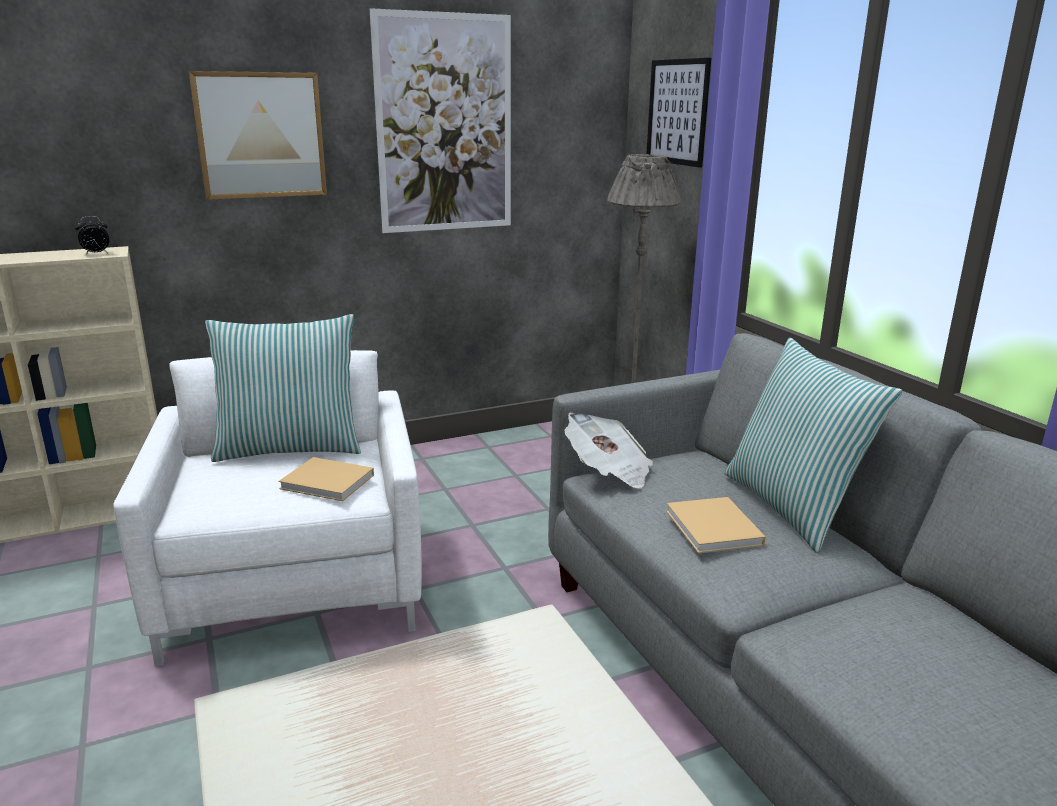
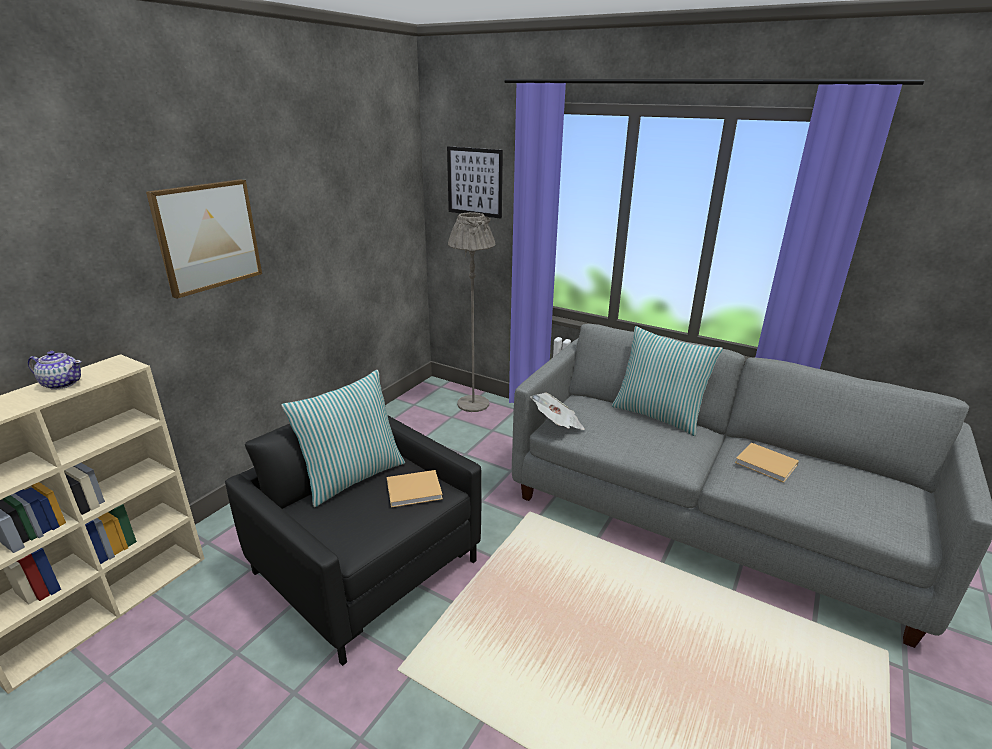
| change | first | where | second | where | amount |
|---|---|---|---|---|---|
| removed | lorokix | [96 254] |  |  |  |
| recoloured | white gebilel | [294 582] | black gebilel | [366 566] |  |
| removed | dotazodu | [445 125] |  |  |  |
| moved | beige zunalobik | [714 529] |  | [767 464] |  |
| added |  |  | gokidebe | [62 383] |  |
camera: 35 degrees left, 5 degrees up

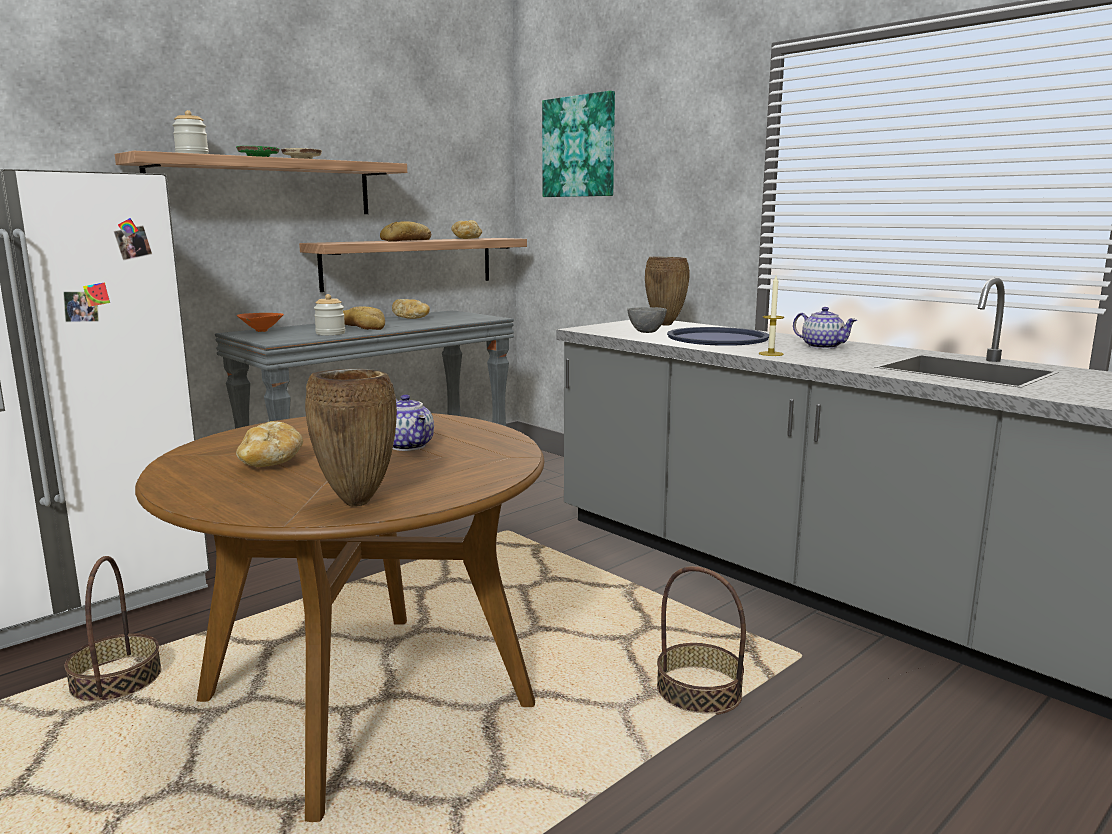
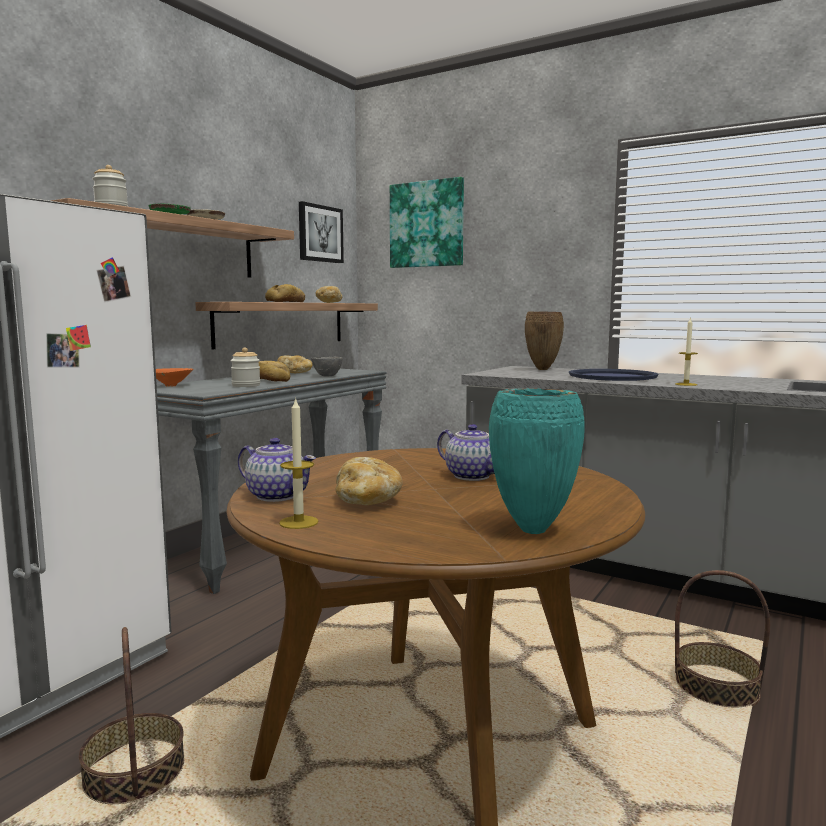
| change | first | where | second | where | amount |
|---|---|---|---|---|---|
| recoloured | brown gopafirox | [358 502] | turquoise gopafirox | [533 530] |  |
| moved | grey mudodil | [646 332] |  | [327 376] |  |
| moved | gokidebe | [822 346] |  | [276 495] |  |
| added |  |  | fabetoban | [298 522] |  |
| added |  |  | dotazodu | [320 233] |  |
camera: 15 degrees left, 5 degrees down

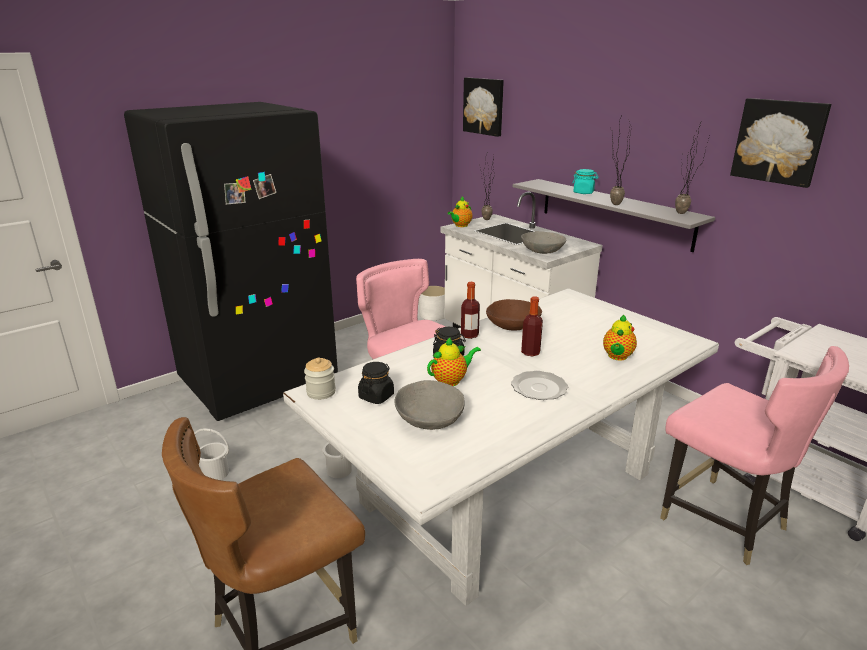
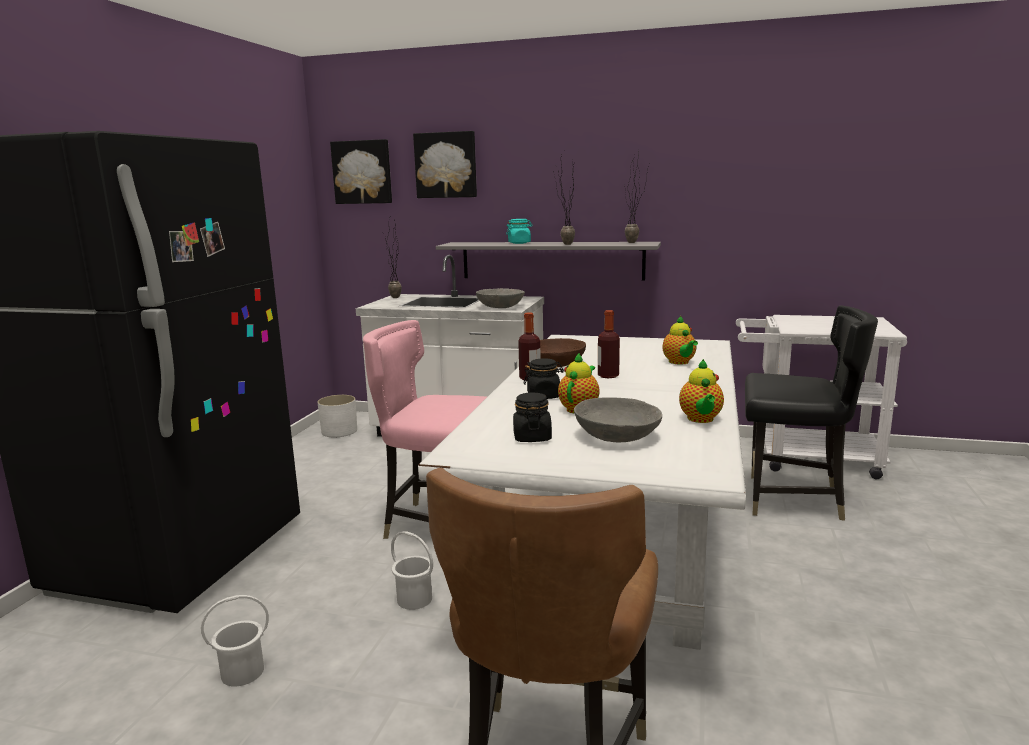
| change | first | where | second | where | amount |
|---|---|---|---|---|---|
| removed | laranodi | [321 392] |  |  |  |
| moved | gokidebe | [460 225] |  | [701 419] |  |
| removed | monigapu | [538 387] |  |  |  |
| recoloured | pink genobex | [723 520] | black genobex | [793 499] |  |
| moved | dotazodu | [779 141] |  | [446 165] |  |
camera: 35 degrees left, 10 degrees down

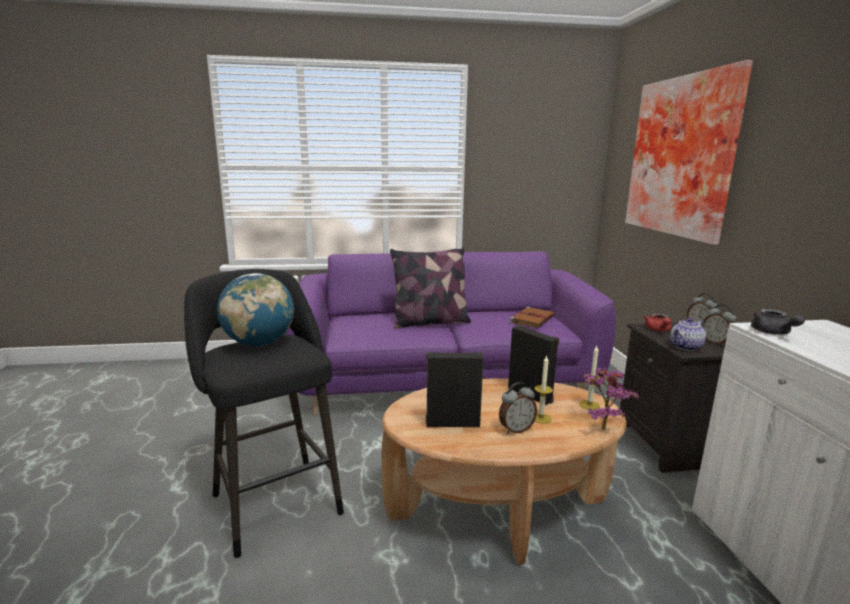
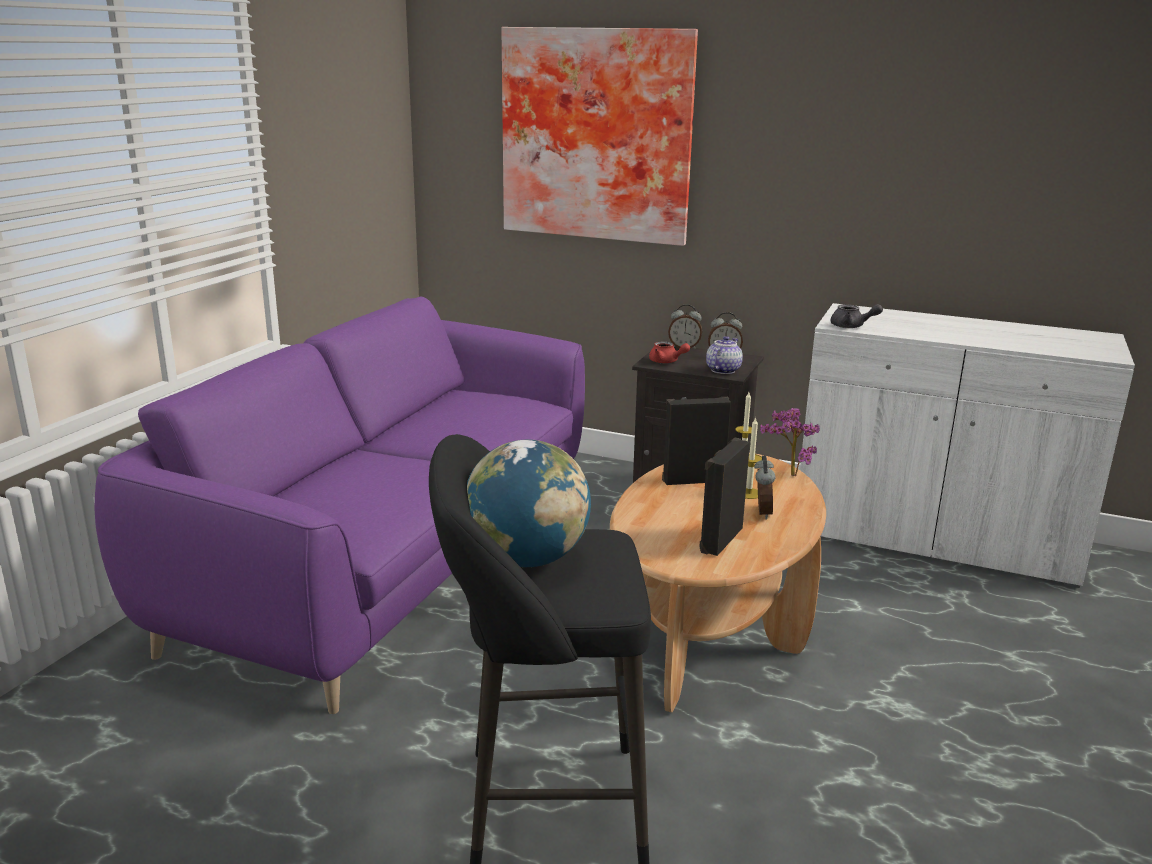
| change | first | where | second | where | amount |
|---|---|---|---|---|---|
| removed | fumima | [430 322] |  |  |  |
| removed | brown zunalobik | [532 319] |  |  |  |
| turned | gokidebe | [686 347] |  | [722 370] | 150 degrees counterclockwise |
camera: 60 degrees left, 5 degrees up

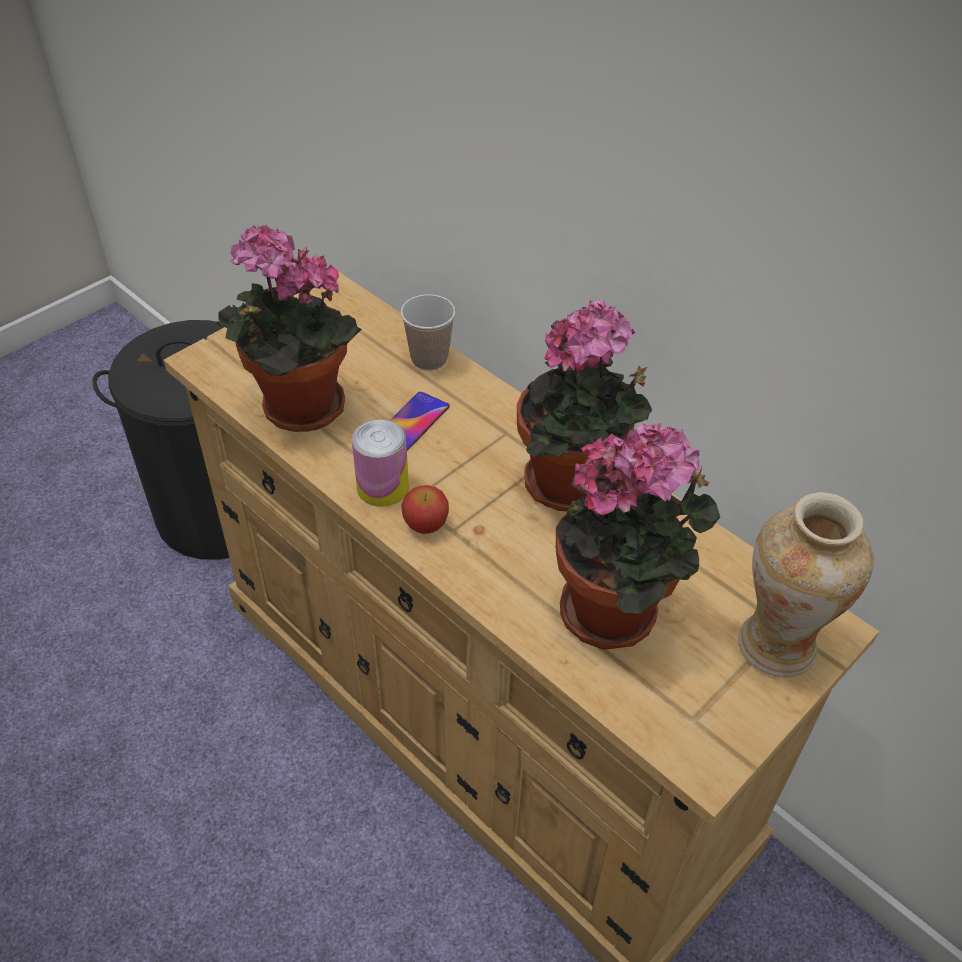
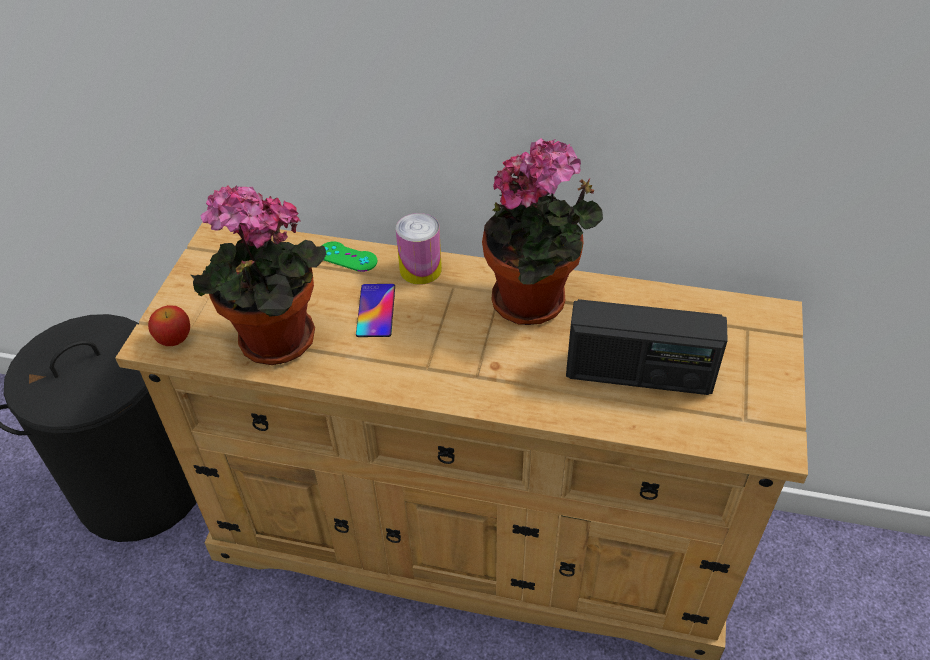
| change | first | where | second | where | amount |
|---|---|---|---|---|---|
| moved | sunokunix | [382 487] |  | [420 269] |  |
| replaced | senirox | [429 359] | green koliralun | [347 257] |  |
| moved | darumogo | [426 525] |  | [175 339] |  |
| replaced | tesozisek | [617 613] | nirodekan | [638 374] |  |
| removed | gopafirox | [777 644] |  |  |  |
camera: 30 degrees left, 0 degrees up

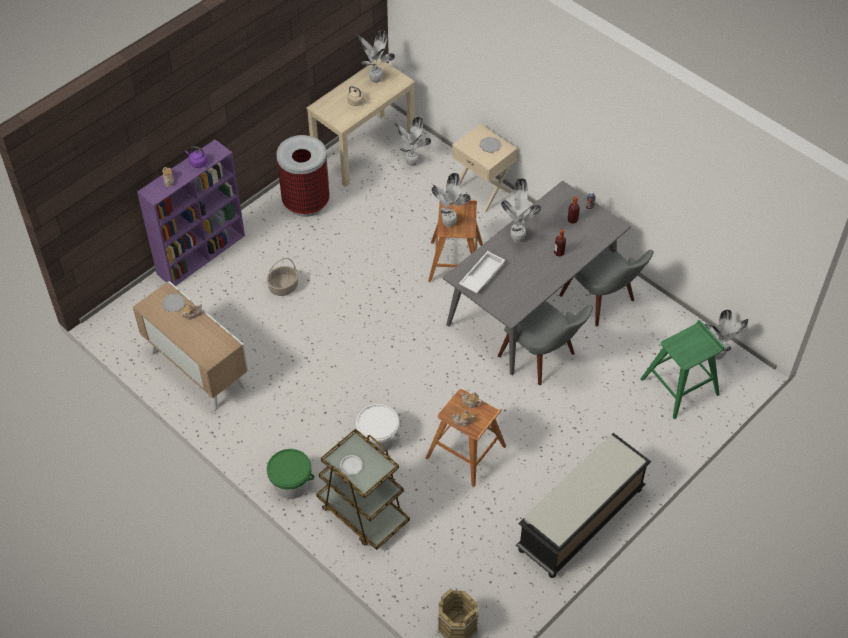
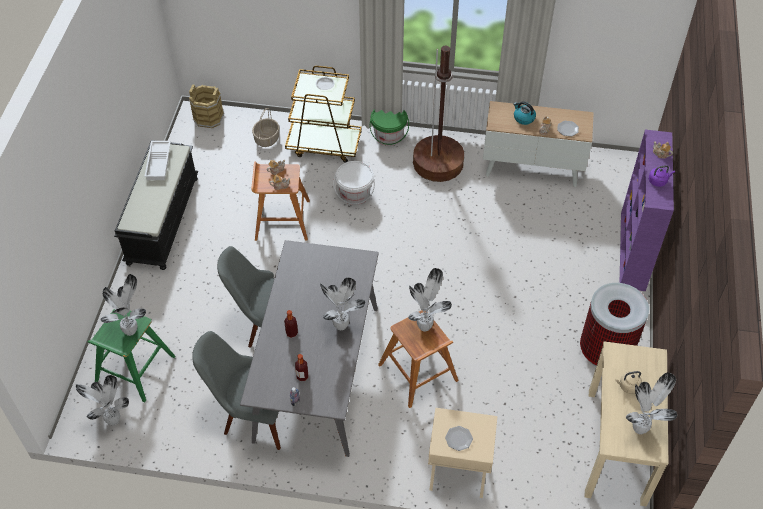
| change | first | where | second | where | amount |
|---|---|---|---|---|---|
| moved | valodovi | [283 287] |  | [266 139] |  |
| moved | tesozisek | [410 163] |  | [131 330] |  |
| moved | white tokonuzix | [481 275] |  | [159 163] |  |
| added |  |  | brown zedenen | [438 163] |  |
| added |  |  | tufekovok | [523 118] |  |
camera: 145 degrees right, 0 degrees up

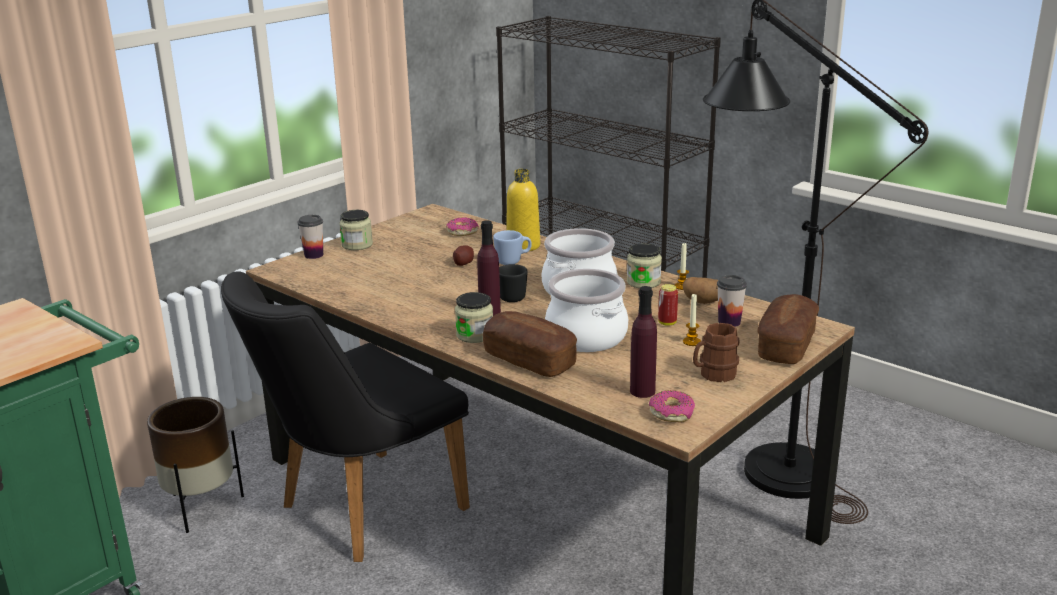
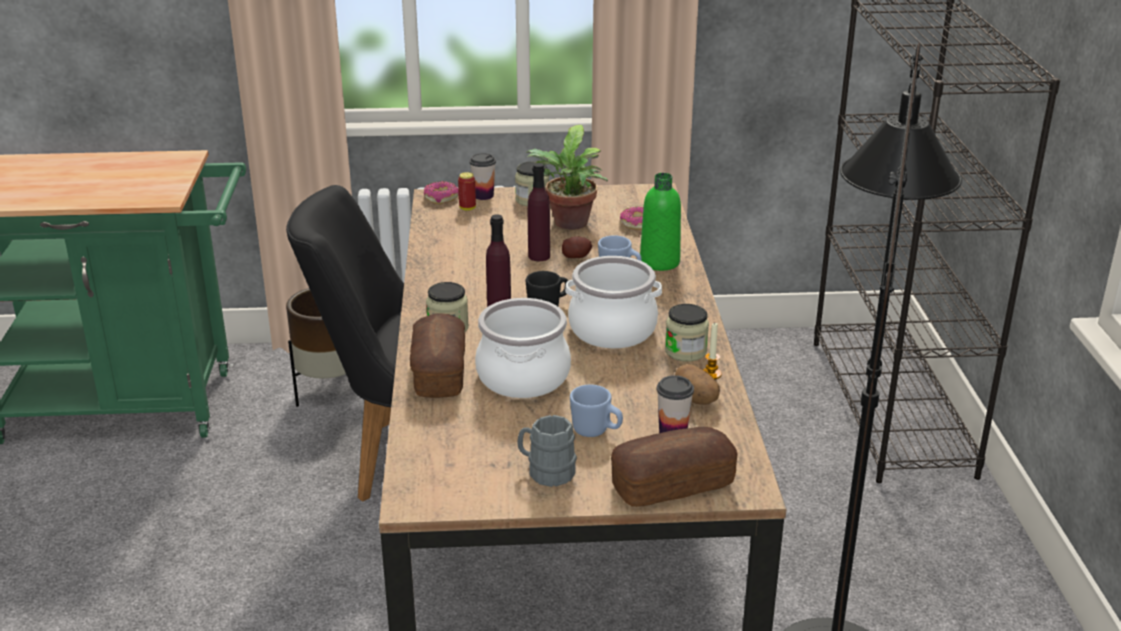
| change | first | where | second | where | amount |
|---|---|---|---|---|---|
| recoloured | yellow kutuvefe | [523 246] | green kutuvefe | [659 262] |  |
| moved | purple kutuvefe | [642 391] |  | [539 256] |  |
| moved | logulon | [671 413] |  | [441 198] |  |
| moved | sunokunix | [667 323] |  | [467 208] |  |
| replaced | fabetoban | [691 342] | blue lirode | [596 432] |  |
| recoloured | brown lirode | [713 374] | grey lirode | [546 472] |  |
| added |  |  | tesozisek | [569 225] |  |
camera: 45 degrees right, 5 degrees up

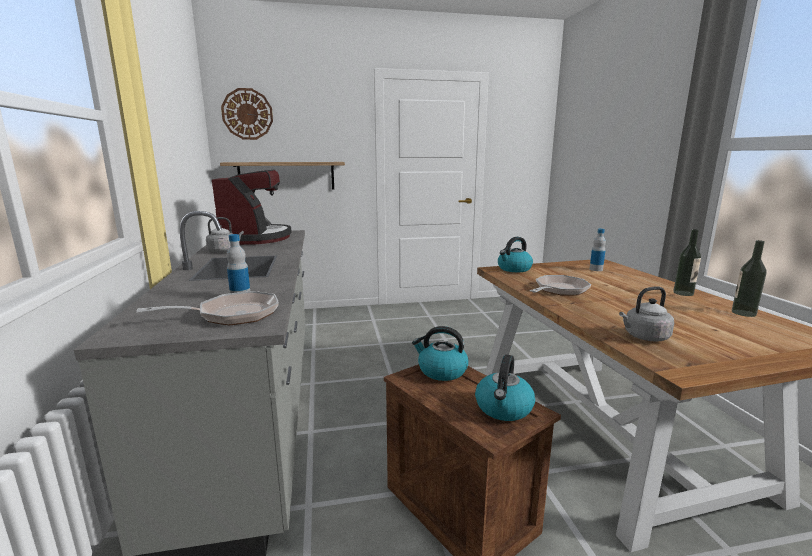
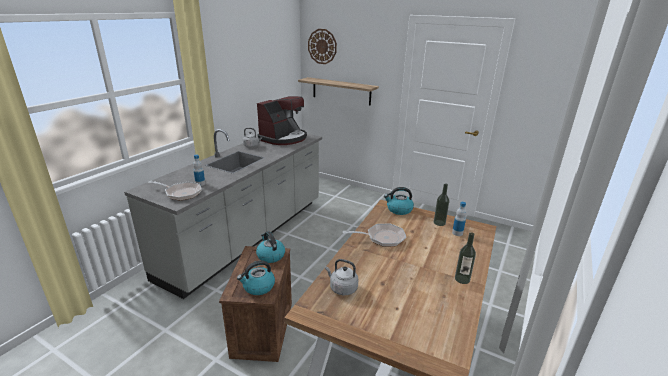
| change | first | where | second | where | amount |
|---|---|---|---|---|---|
| moved | kutuvefe | [743 313] |  | [439 223] |  |
camera: 40 degrees right, 10 degrees up

